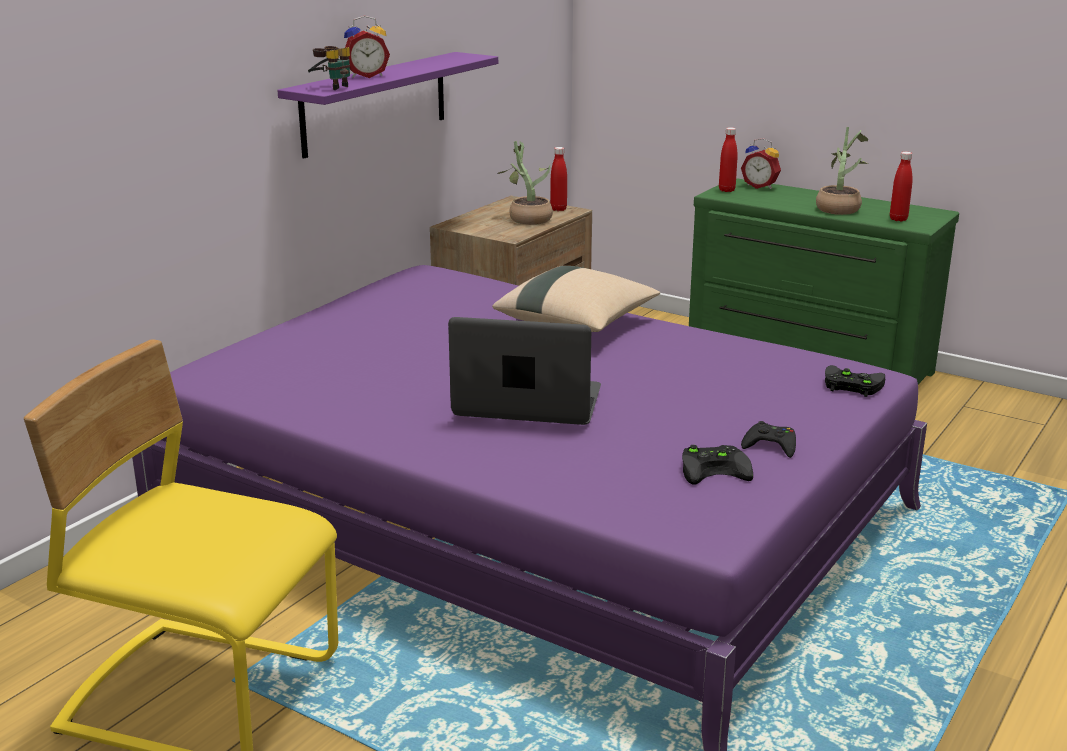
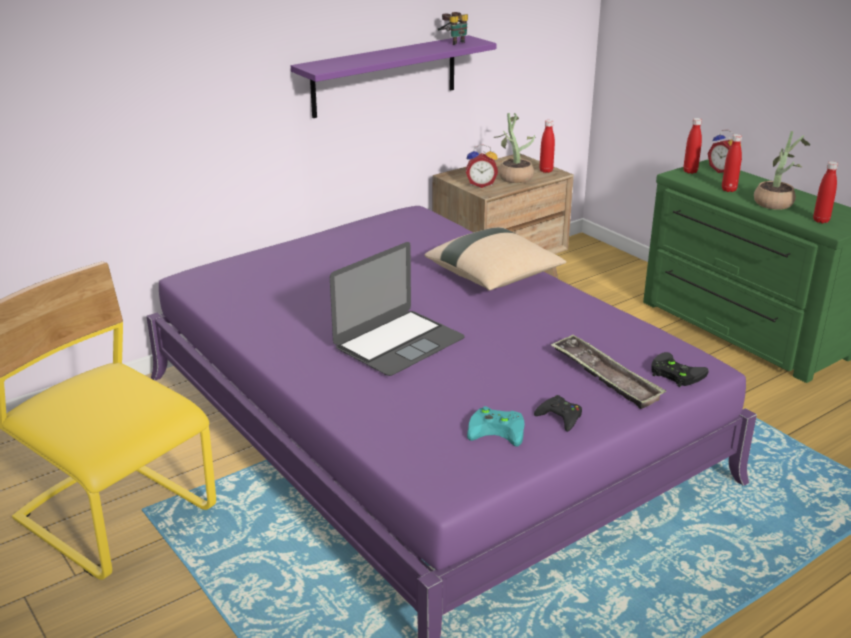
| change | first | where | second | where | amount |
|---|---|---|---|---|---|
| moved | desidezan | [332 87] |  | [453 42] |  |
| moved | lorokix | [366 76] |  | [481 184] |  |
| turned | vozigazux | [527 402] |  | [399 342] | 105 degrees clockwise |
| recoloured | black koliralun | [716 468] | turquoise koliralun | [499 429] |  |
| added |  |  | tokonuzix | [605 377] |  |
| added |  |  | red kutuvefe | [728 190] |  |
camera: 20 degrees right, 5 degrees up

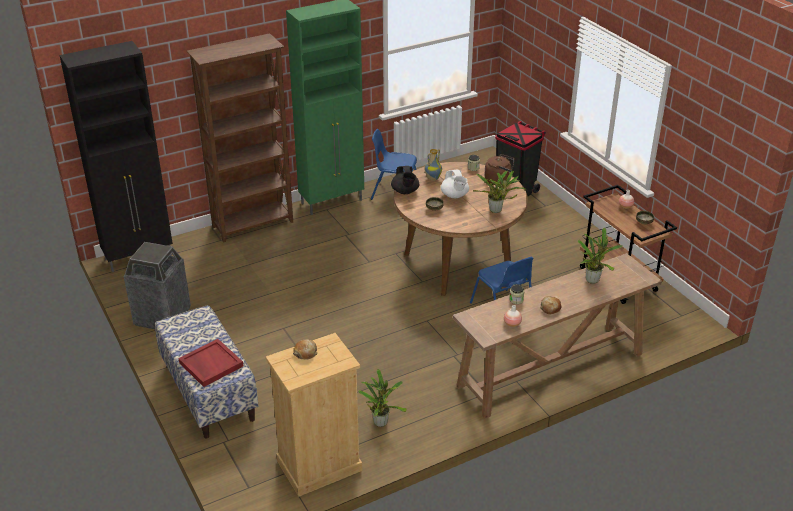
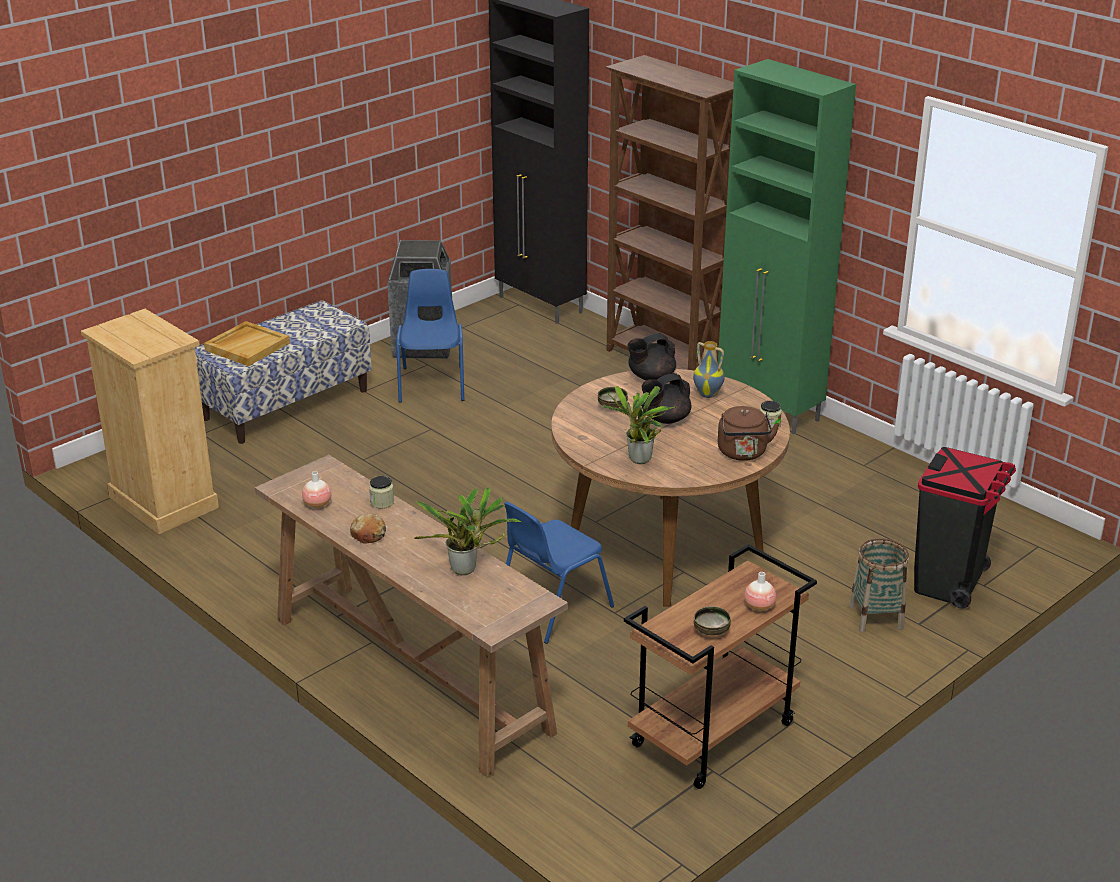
| change | first | where | second | where | amount |
|---|---|---|---|---|---|
| recoloured | red tokonuzix | [210 364] | beige tokonuzix | [247 346] |  |
| removed | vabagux | [305 353] |  |  |  |
| removed | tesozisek | [381 421] |  |  |  |
| moved | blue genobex | [395 192] |  | [432 383] |  |
| recoloured | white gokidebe | [454 195] | black gokidebe | [664 419] |  |
| added |  |  | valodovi | [876 617] |  |
camera: 75 degrees right, 5 degrees down

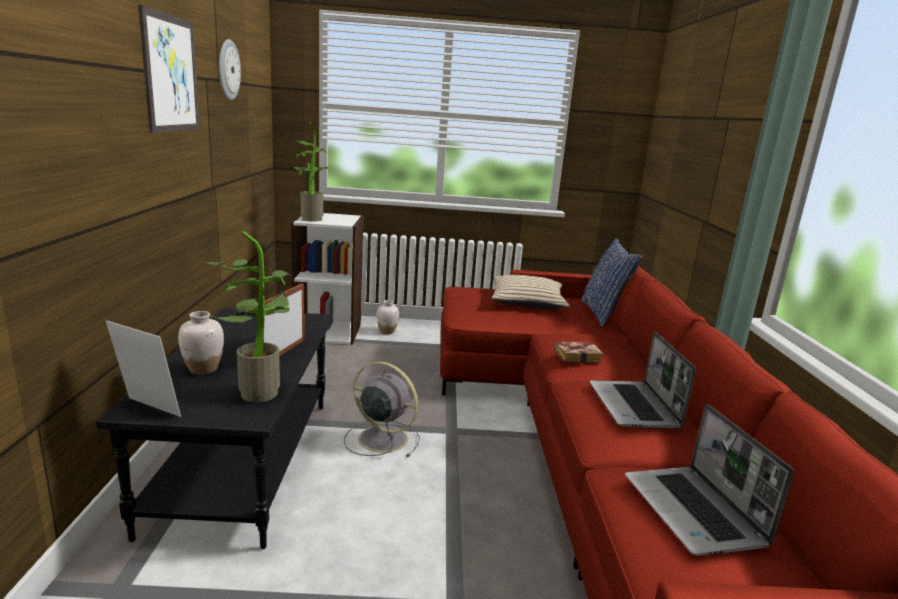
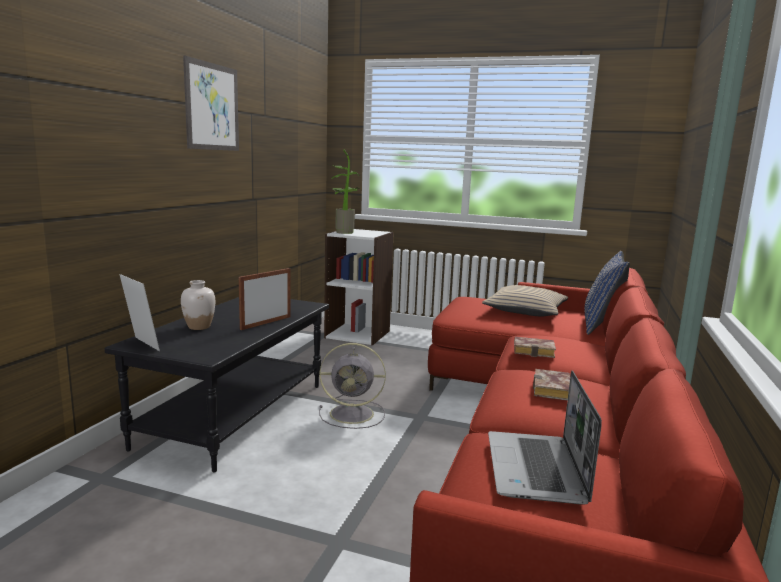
| change | first | where | second | where | amount |
|---|---|---|---|---|---|
| removed | tesozisek | [259 391] |  |  |  |
| removed | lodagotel | [228 70] |  |  |  |
| turned | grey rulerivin | [381 438] |  | [354 414] | 135 degrees clockwise |
| removed | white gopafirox | [387 331] |  |  |  |
| replaced | vozigazux | [634 406] | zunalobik | [553 391] |  |
camera: 20 degrees right, 5 degrees down

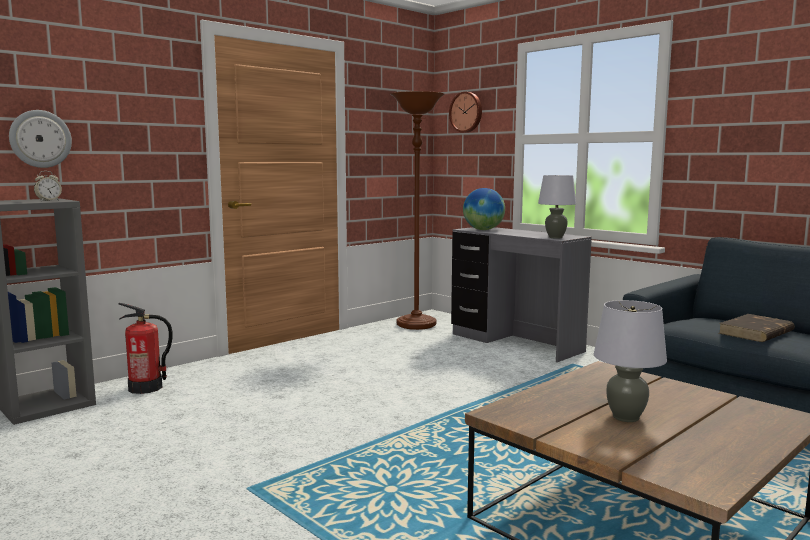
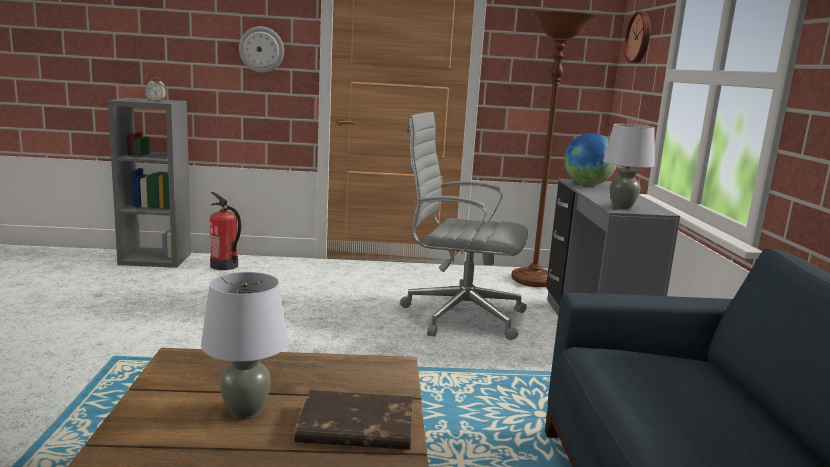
| change | first | where | second | where | amount |
|---|---|---|---|---|---|
| moved | lodagotel | [40 139] |  | [262 49] |  |
| moved | brown zunalobik | [755 332] |  | [355 427] |  |
| added |  |  | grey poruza | [459 315] |  |
camera: 40 degrees right, 5 degrees up

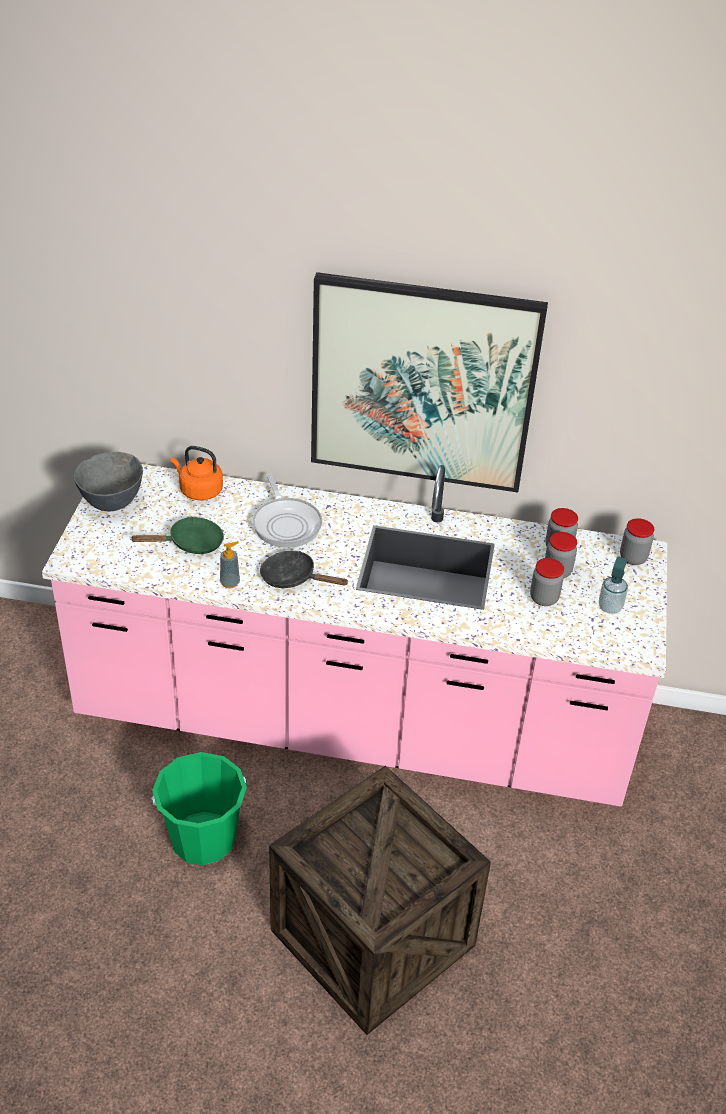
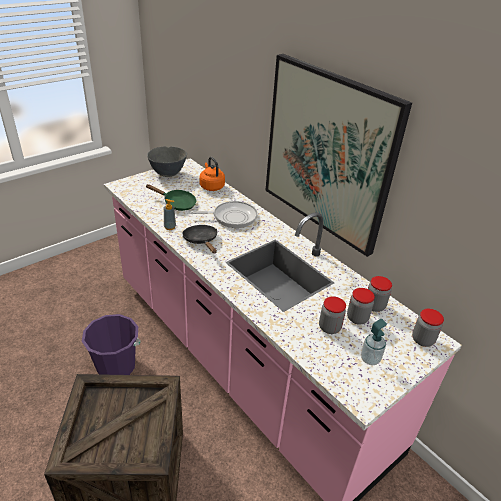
| change | first | where | second | where | amount |
|---|---|---|---|---|---|
| recoloured | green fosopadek | [203 838] | purple fosopadek | [116 366] |  |
| turned | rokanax | [286 523] |  | [232 217] | 120 degrees counterclockwise |
camera: 40 degrees right, 5 degrees down

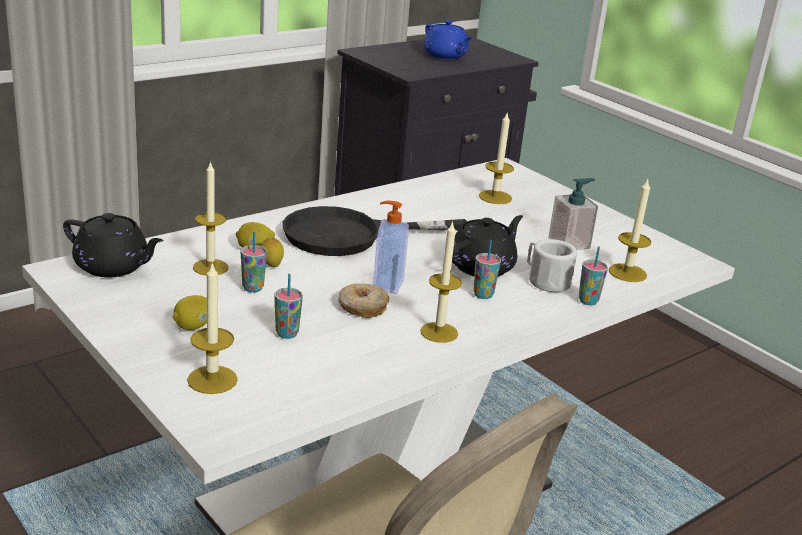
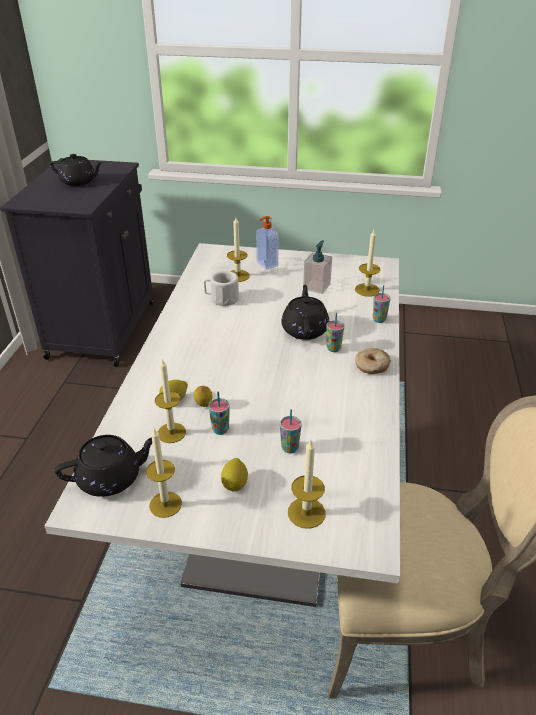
| change | first | where | second | where | amount |
|---|---|---|---|---|---|
| removed | black rokanax | [350 235] |  |  |  |
| moved | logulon | [362 308] |  | [371 366] |  |
| moved | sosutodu | [387 284] |  | [266 264] |  |
| moved | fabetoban | [439 332] |  | [165 504] |  |
| recoloured | blue gokidebe | [445 56] | black gokidebe | [79 182] |  |
| moved | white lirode | [545 280] |  | [221 299] |  |
camera: 40 degrees left, 10 degrees up

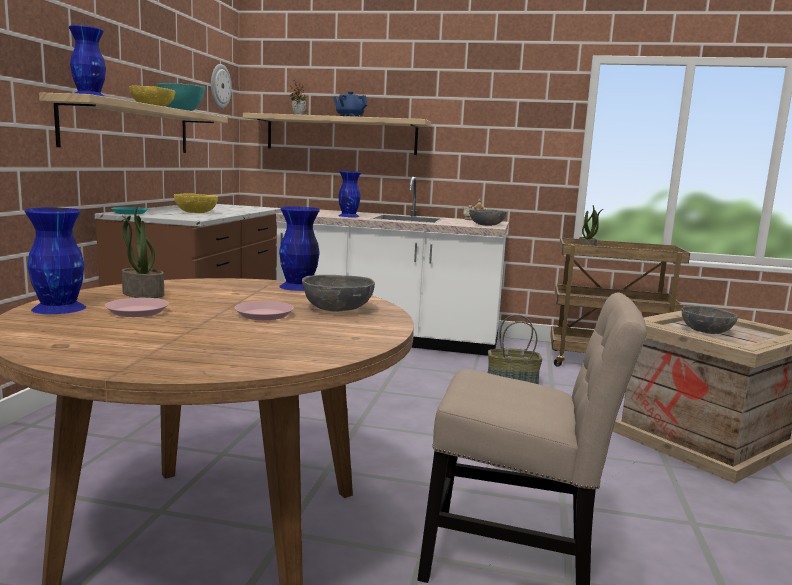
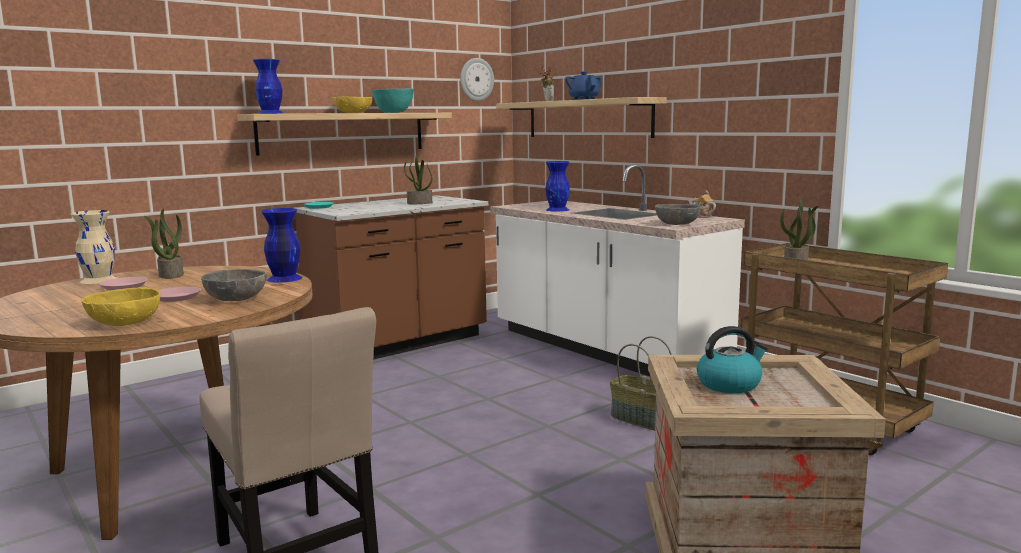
| change | first | where | second | where | amount |
|---|---|---|---|---|---|
| recoloured | blue gopafirox | [60 308] | beige gopafirox | [99 280] |  |
| moved | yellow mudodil | [196 212] |  | [124 323] |  |
| replaced | grey mudodil | [706 331] | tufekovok | [729 384] |  |
| added |  |  | tesozisek | [419 203] |  |
camera: 40 degrees right, 0 degrees up

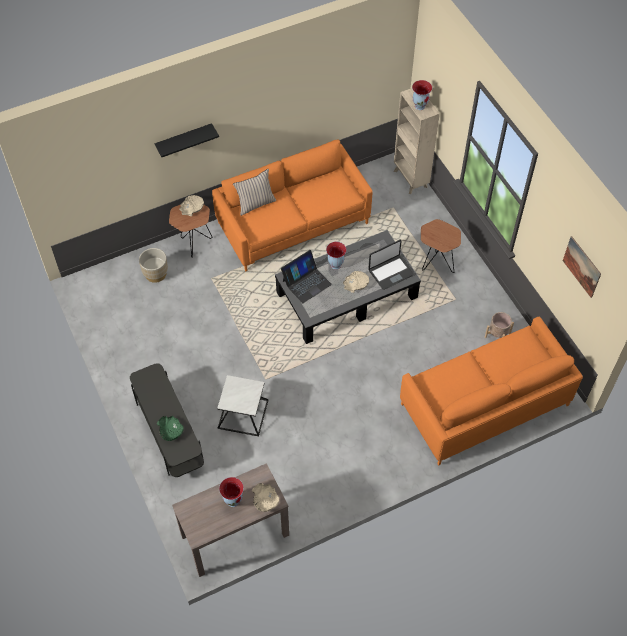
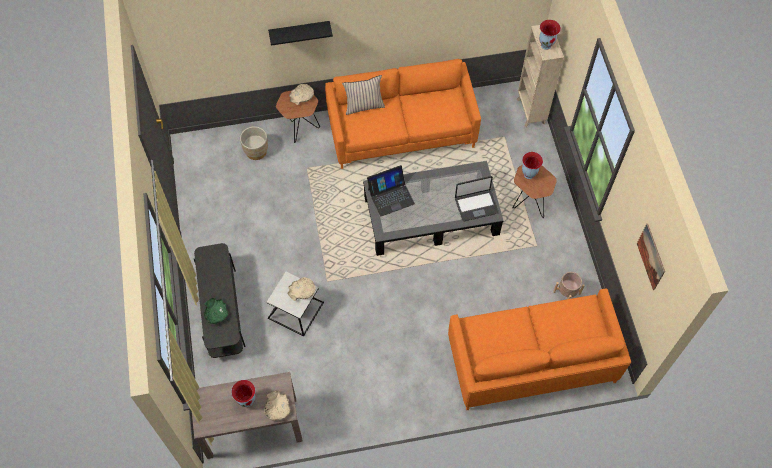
| change | first | where | second | where | amount |
|---|---|---|---|---|---|
| moved | gopafirox | [335 265] |  | [528 175] |  |
| moved | beige mudodil | [356 284] |  | [302 291] |  |
camera: 15 degrees right, 5 degrees up

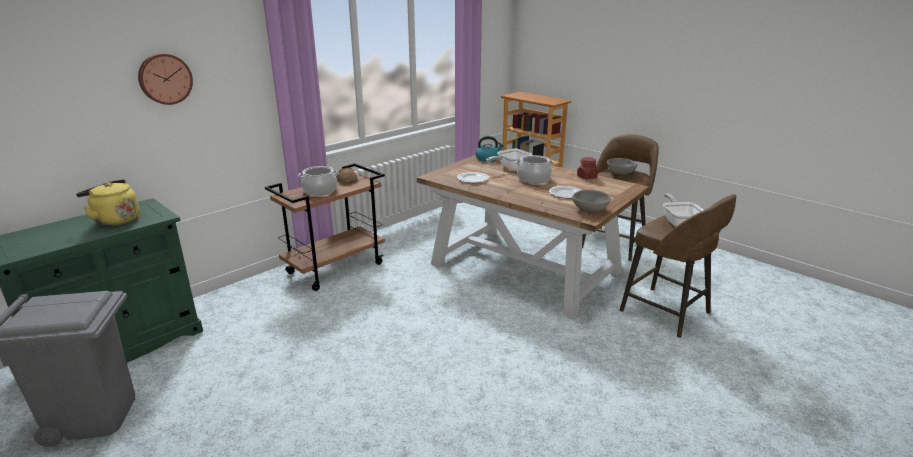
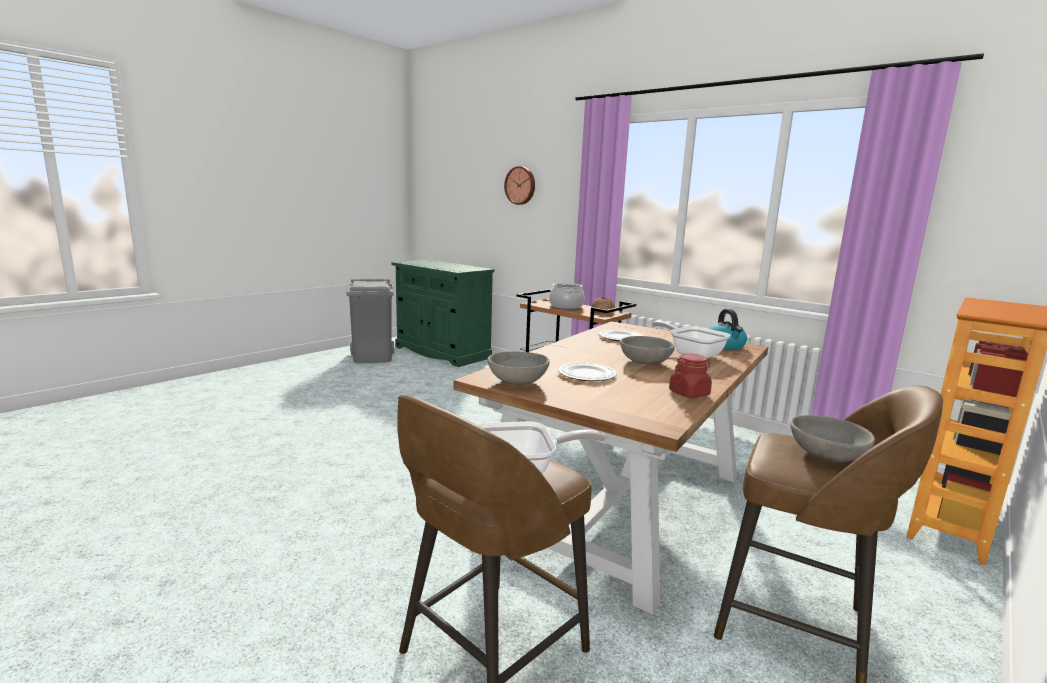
| change | first | where | second | where | amount |
|---|---|---|---|---|---|
| removed | yellow tufekovok | [115 220] |  |  |  |
| replaced | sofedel | [533 179] | grey mudodil | [645 362] |  |
camera: 85 degrees right, 10 degrees down

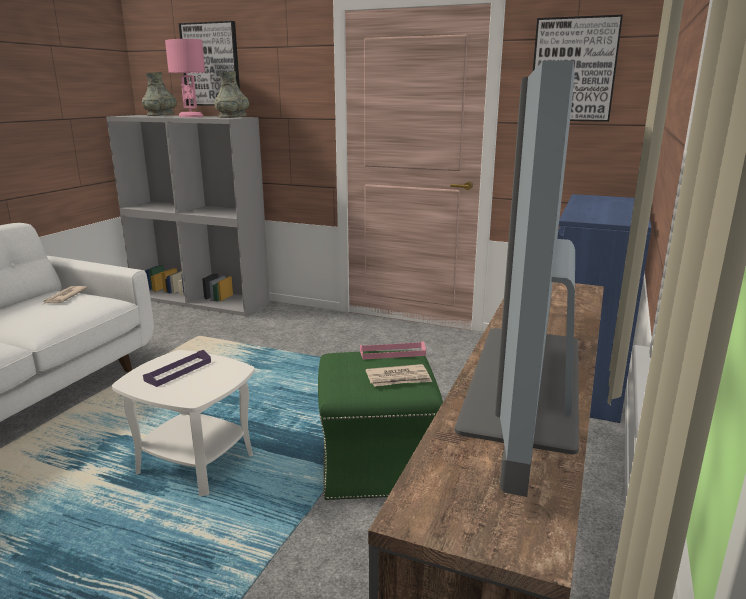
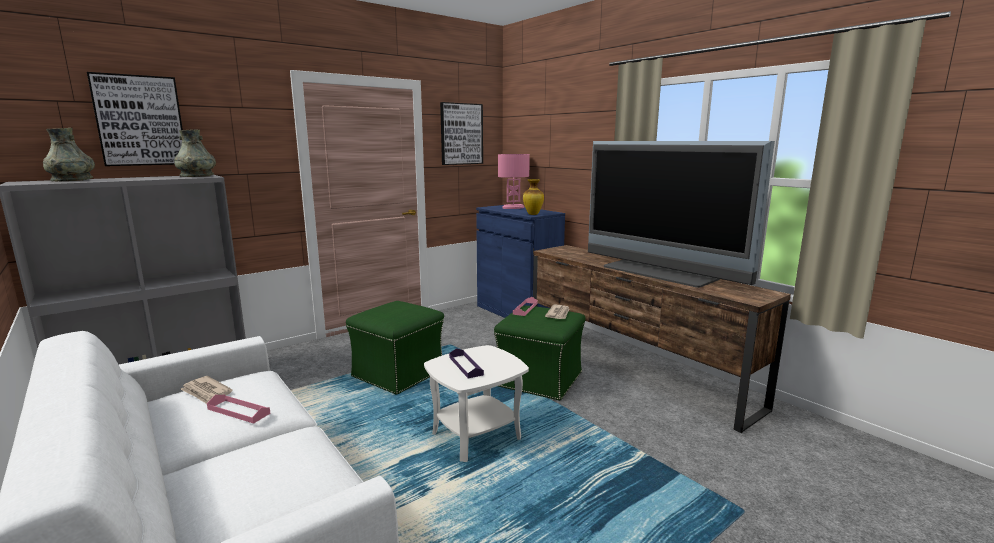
| change | first | where | second | where | amount |
|---|---|---|---|---|---|
| moved | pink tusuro | [191 116] |  | [513 208] |  |
| added |  |  | pink tokonuzix | [238 411] |  |
| added |  |  | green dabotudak | [399 373] |  |
| added |  |  | gopafirox | [532 214] |  |
camera: 60 degrees left, 5 degrees down

